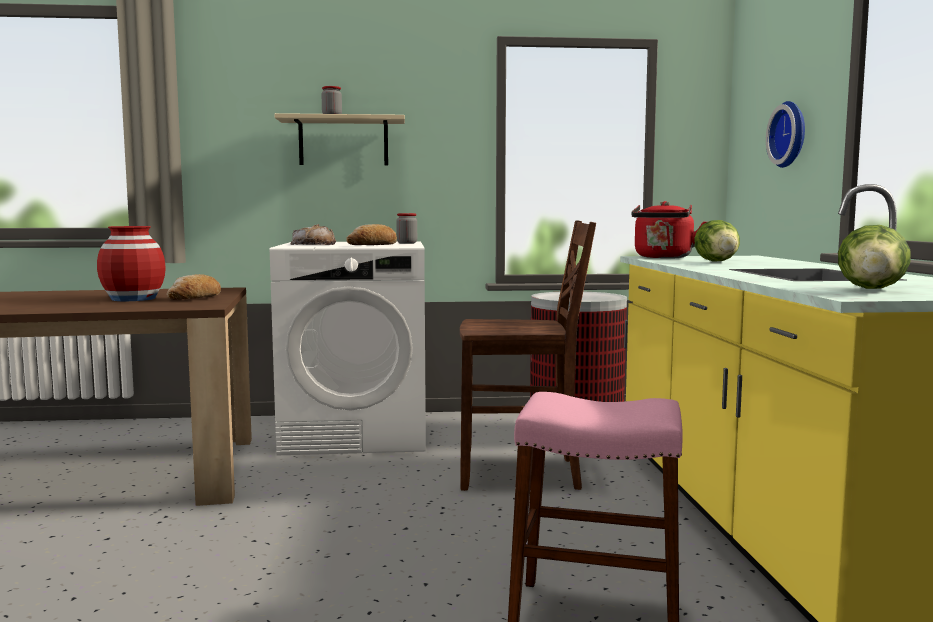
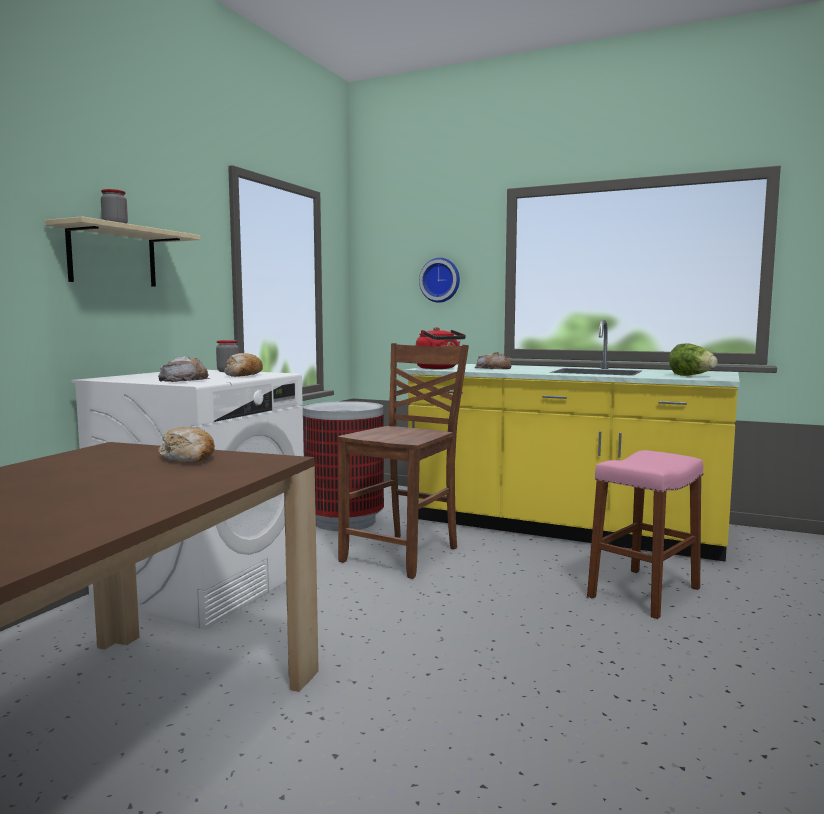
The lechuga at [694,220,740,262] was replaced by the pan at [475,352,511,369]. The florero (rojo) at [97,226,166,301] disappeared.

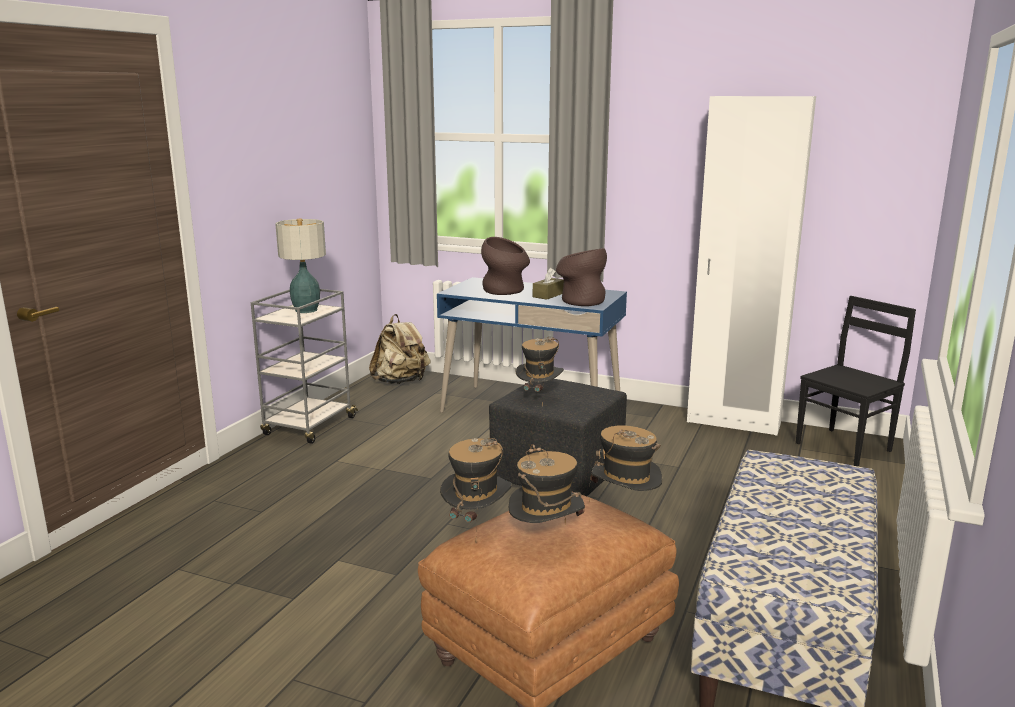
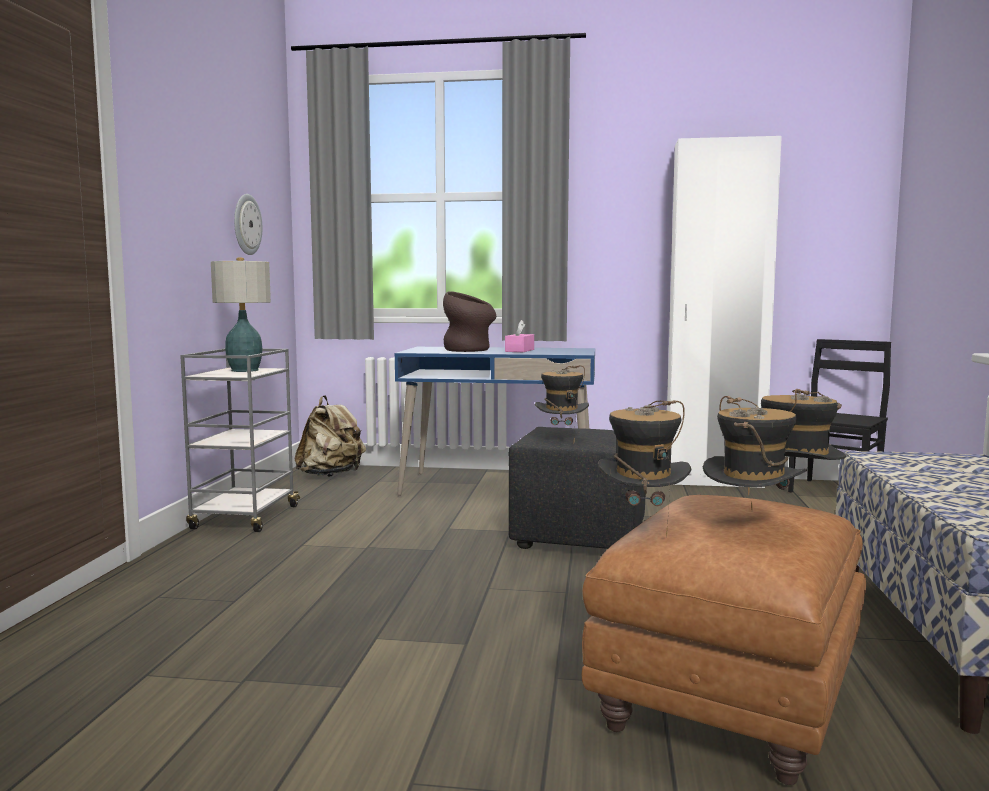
The reloj de pared at [234,194,262,255] appeared. The caja de pañuelos (marrón) at [533,268,564,300] became the caja de pañuelos (rosa) at [505,320,534,352]. The florero (marrón) at [556,248,607,306] disappeared.

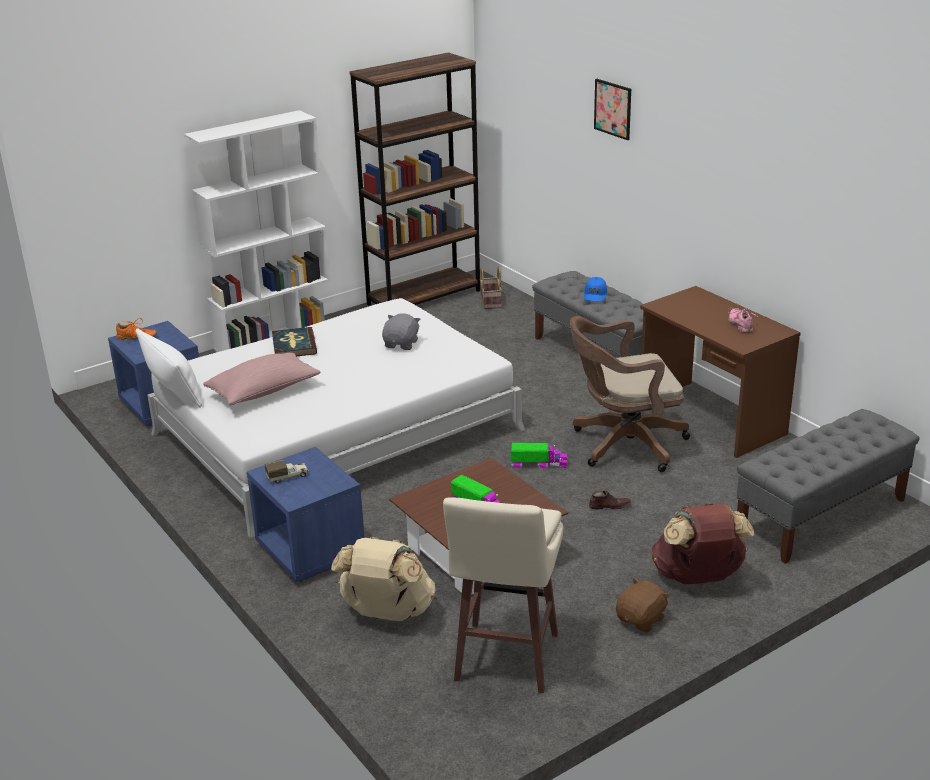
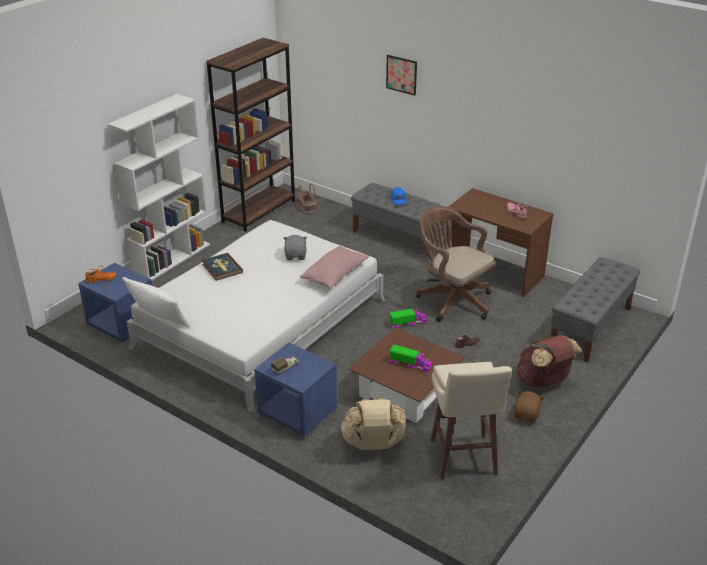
The cojín (rosa) moved from [203,353,320,405] to [300,246,369,289]. The silla de oficina (marrón) at [570,316,690,472] turned 75 degrees clockwise.

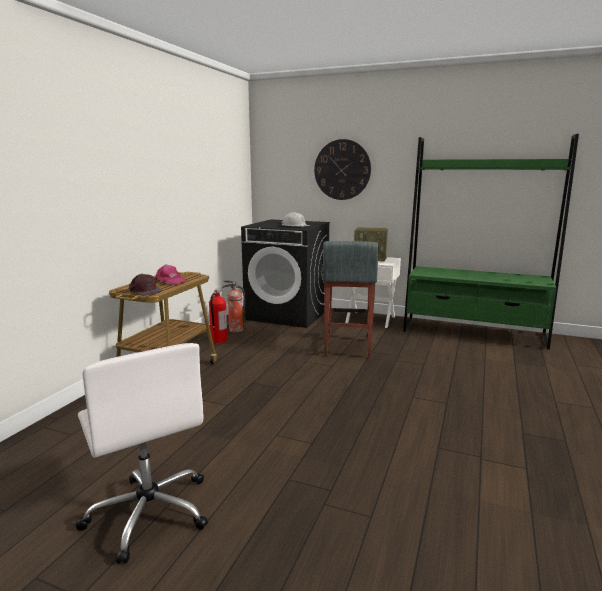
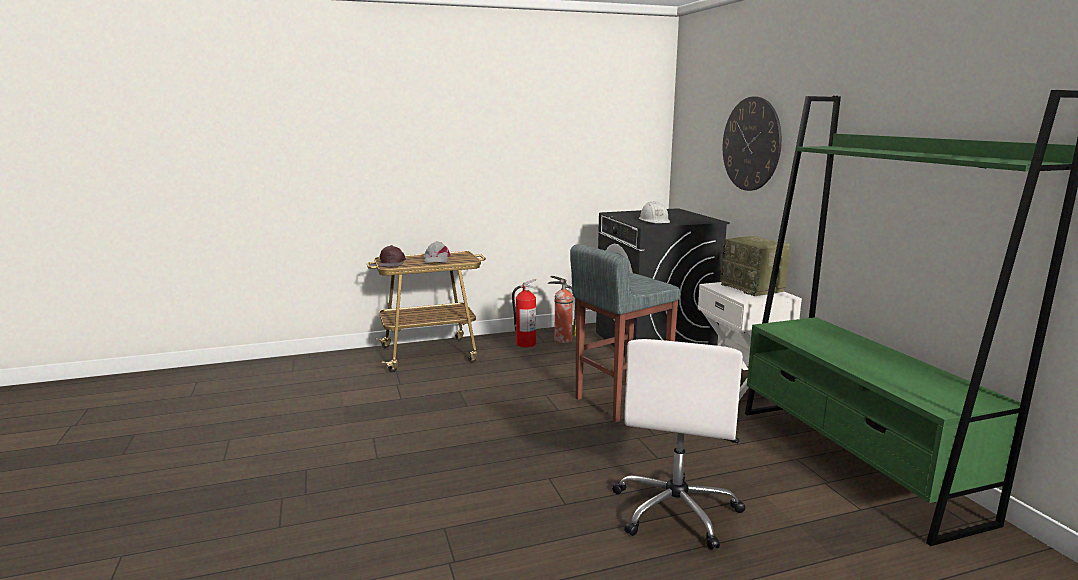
The gorra (rosa) at [155,264,186,285] became the gorra (gris) at [424,241,451,263]. The silla de oficina (blanco) moved from [76,343,208,564] to [612,339,745,550].

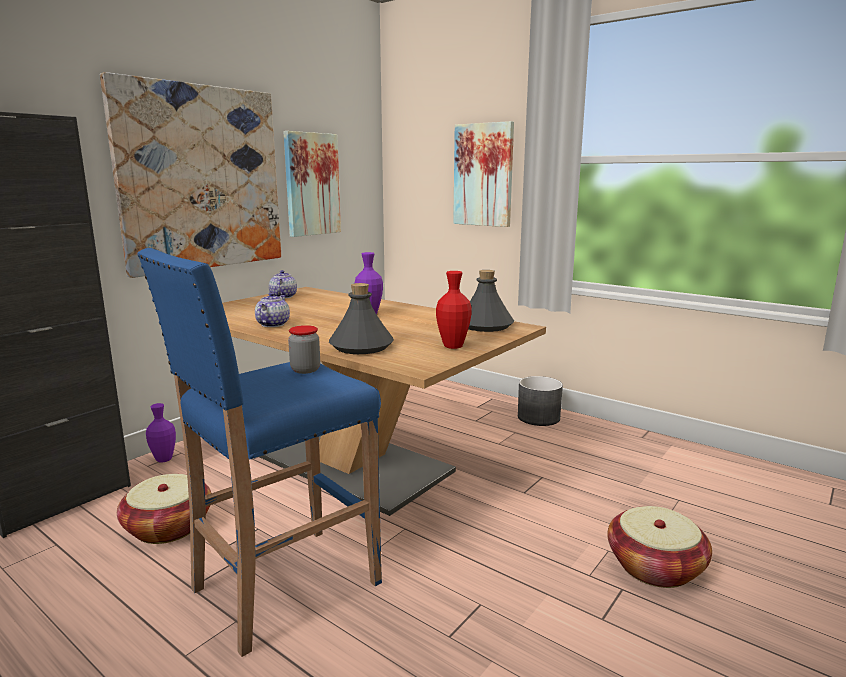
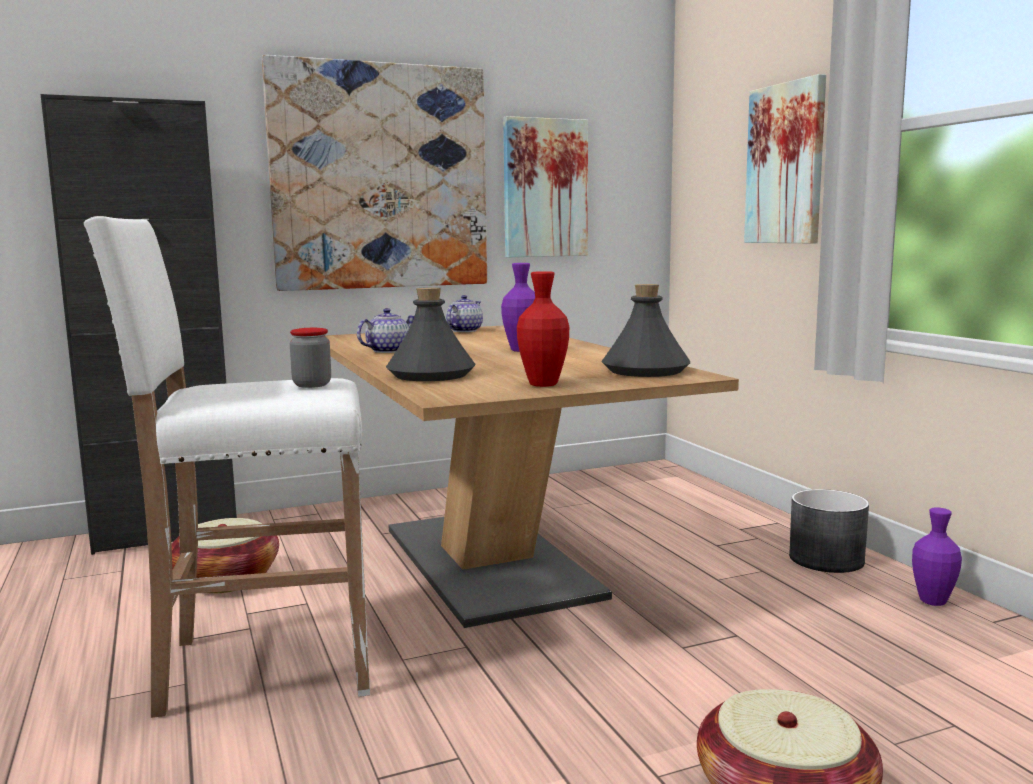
The taburete (azul) at [137,248,382,657] became the taburete (blanco) at [84,216,370,718]. The florero (morado) moved from [146,403,176,463] to [912,508,962,606].

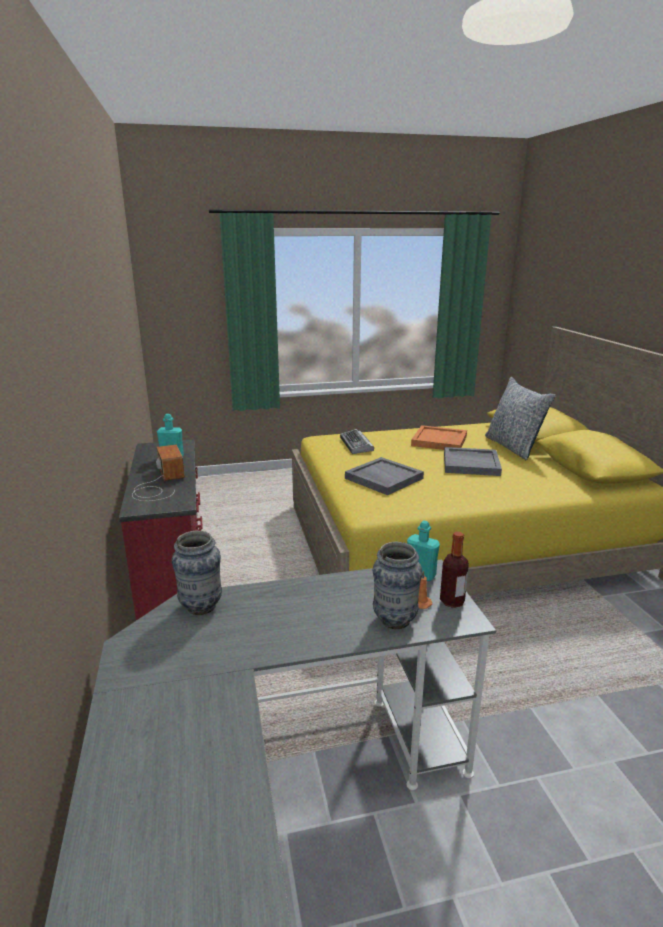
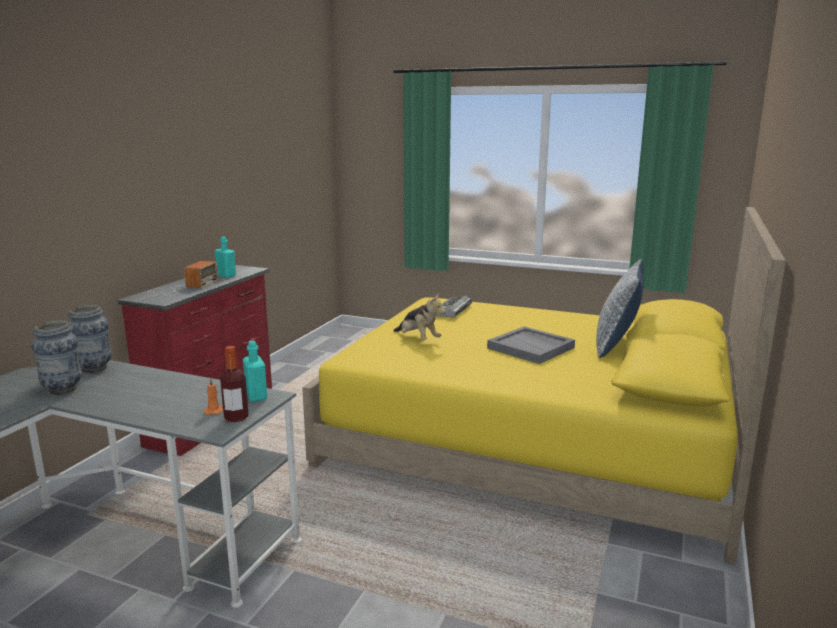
The florero moved from [372,541,423,629] to [31,321,82,395]. The bandeja (gris) at [345,457,424,495] was replaced by the peluche at [394,293,446,340]. The bandeja (naranja) at [411,425,467,450] disappeared.

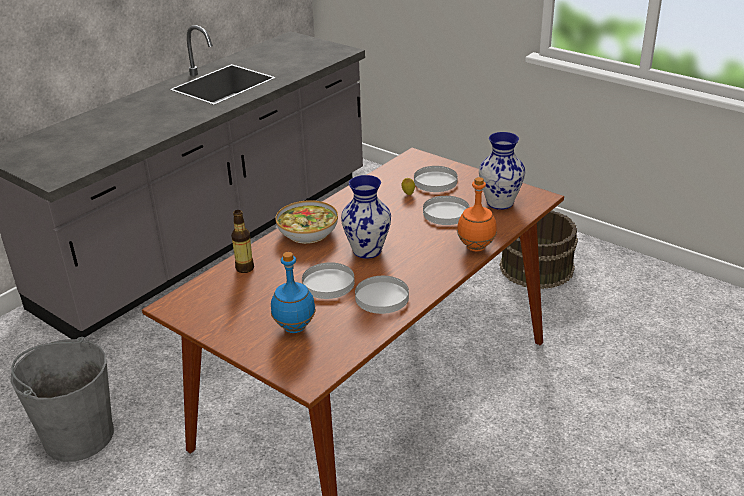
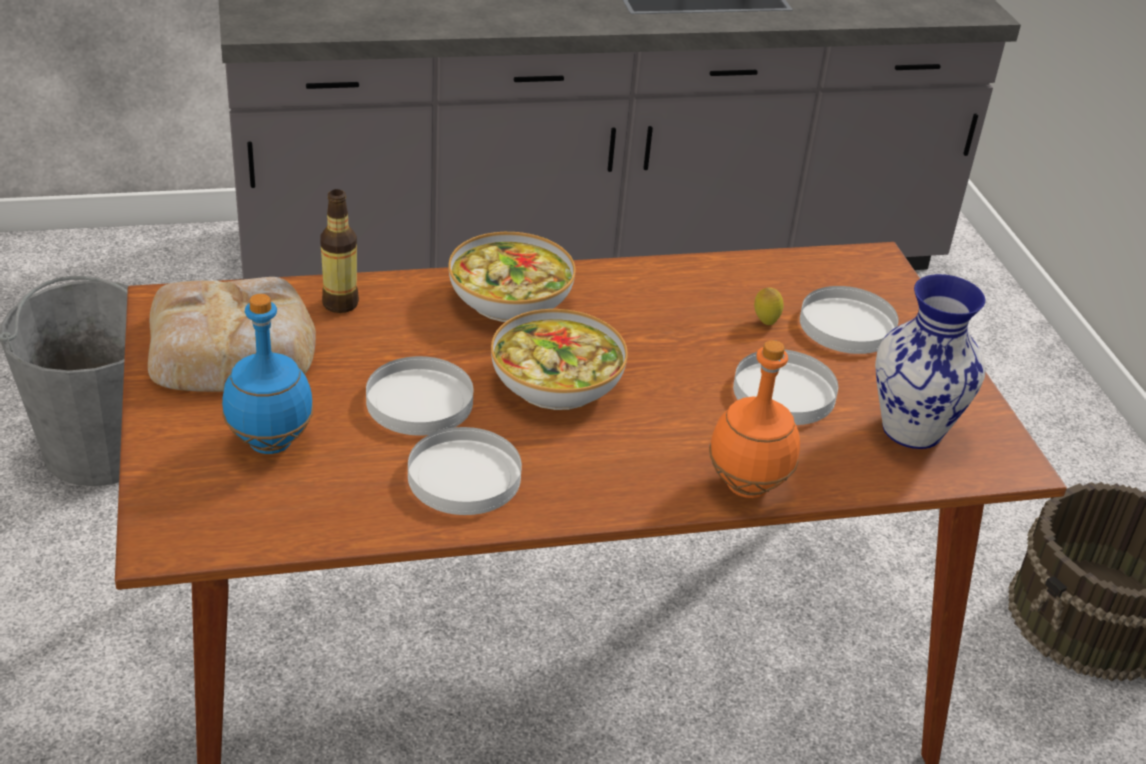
The pan at [148,277,316,392] appeared. The florero at [341,175,391,259] was replaced by the cuenco at [491,309,628,410].

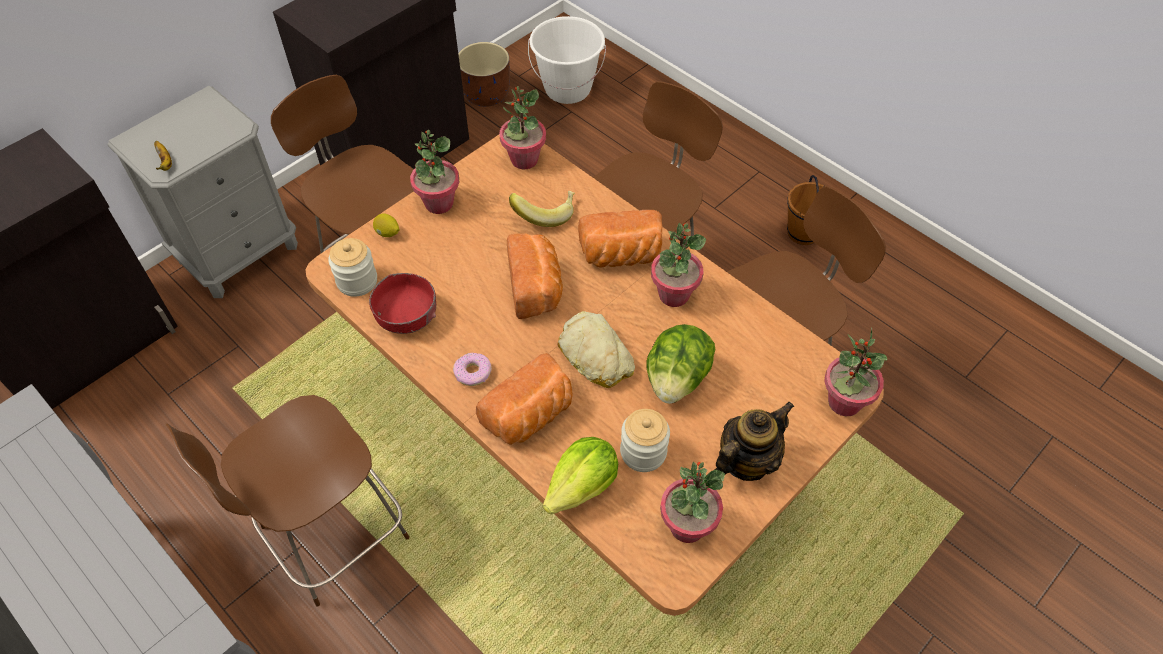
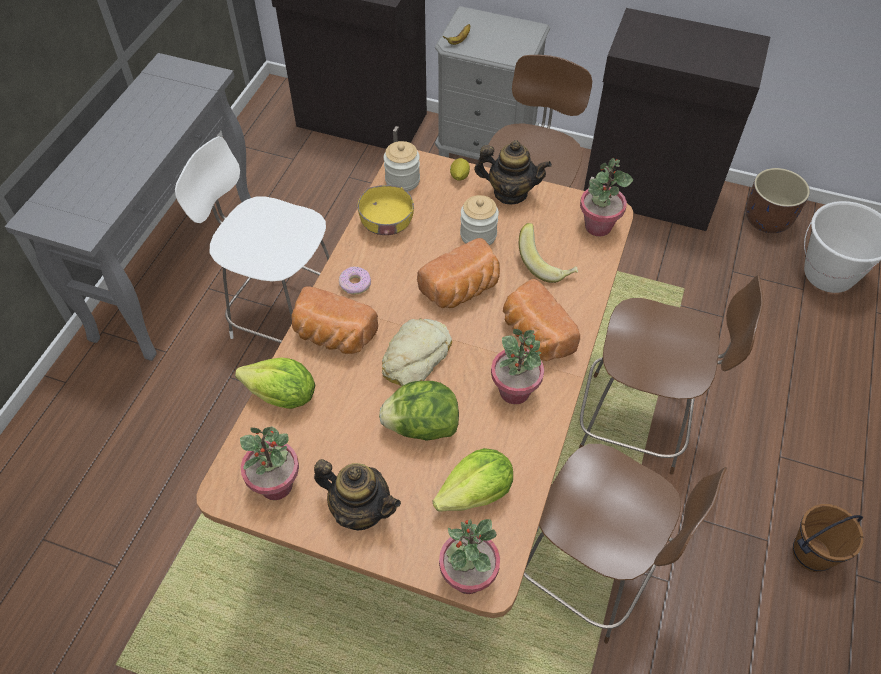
The silla (marrón) at [165,395,410,606] became the silla (blanco) at [175,136,330,343]. The cuenco (rojo) at [369,273,436,334] became the cuenco (amarillo) at [358,185,414,235]. The lechuga at [432,448,513,512] appeared. The tarro moved from [620,409,670,472] to [460,195,499,246]. The planta en maceta at [410,130,459,214] was replaced by the tetera at [474,140,552,204].

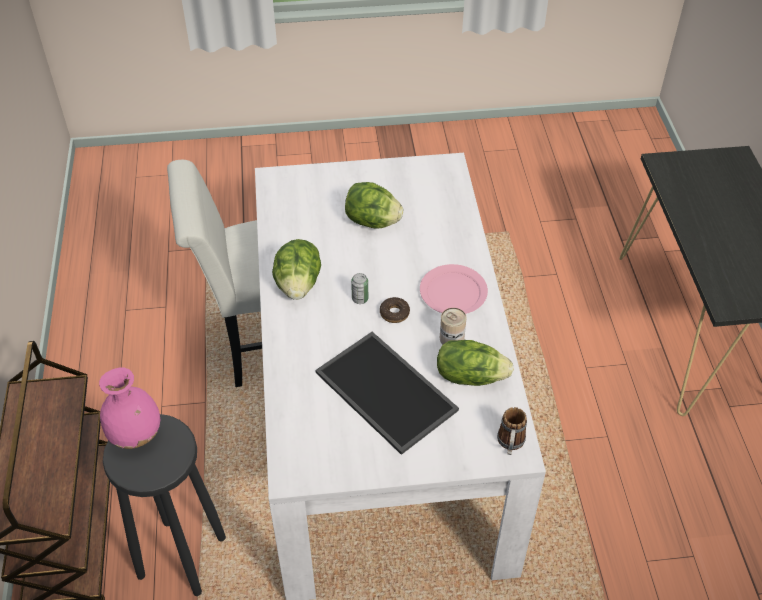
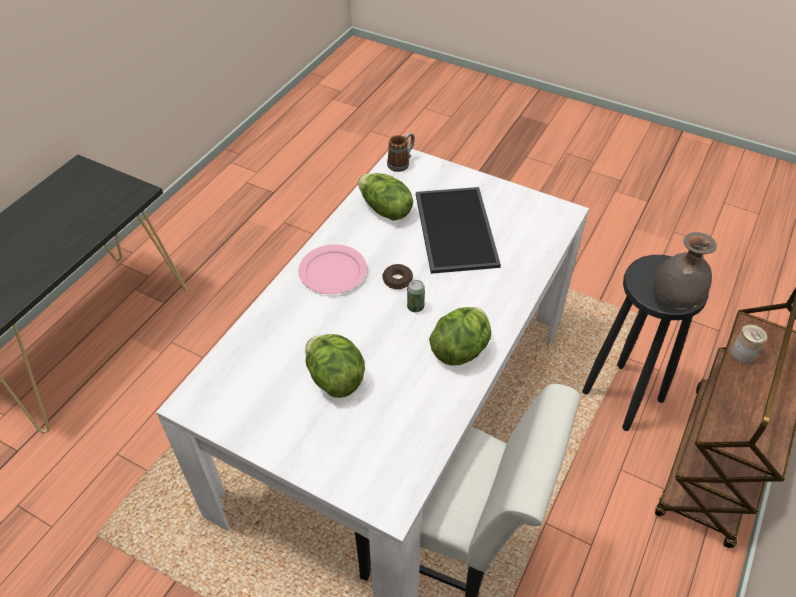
The florero (rosa) at [99,367,161,449] became the florero (gris) at [653,232,717,310]. The lata moved from [440,308,467,345] to [731,325,767,364].

